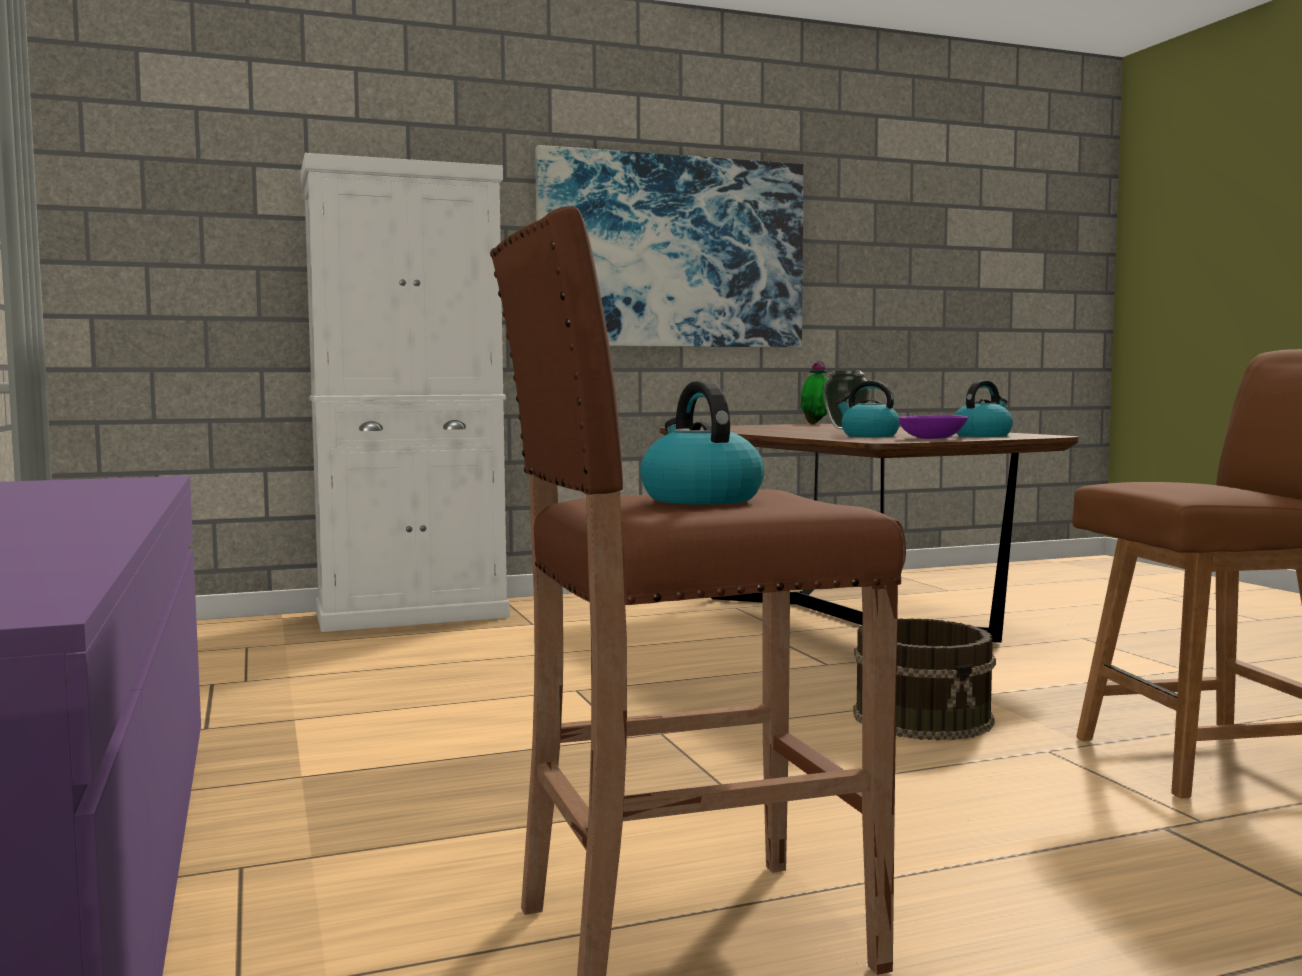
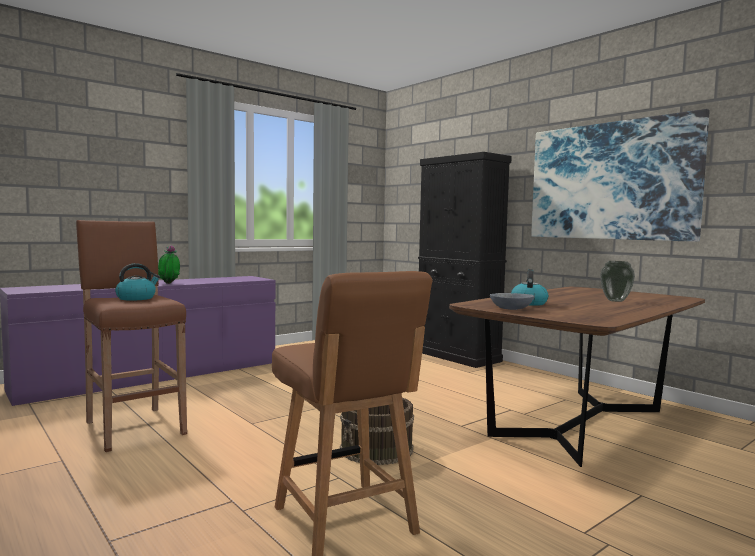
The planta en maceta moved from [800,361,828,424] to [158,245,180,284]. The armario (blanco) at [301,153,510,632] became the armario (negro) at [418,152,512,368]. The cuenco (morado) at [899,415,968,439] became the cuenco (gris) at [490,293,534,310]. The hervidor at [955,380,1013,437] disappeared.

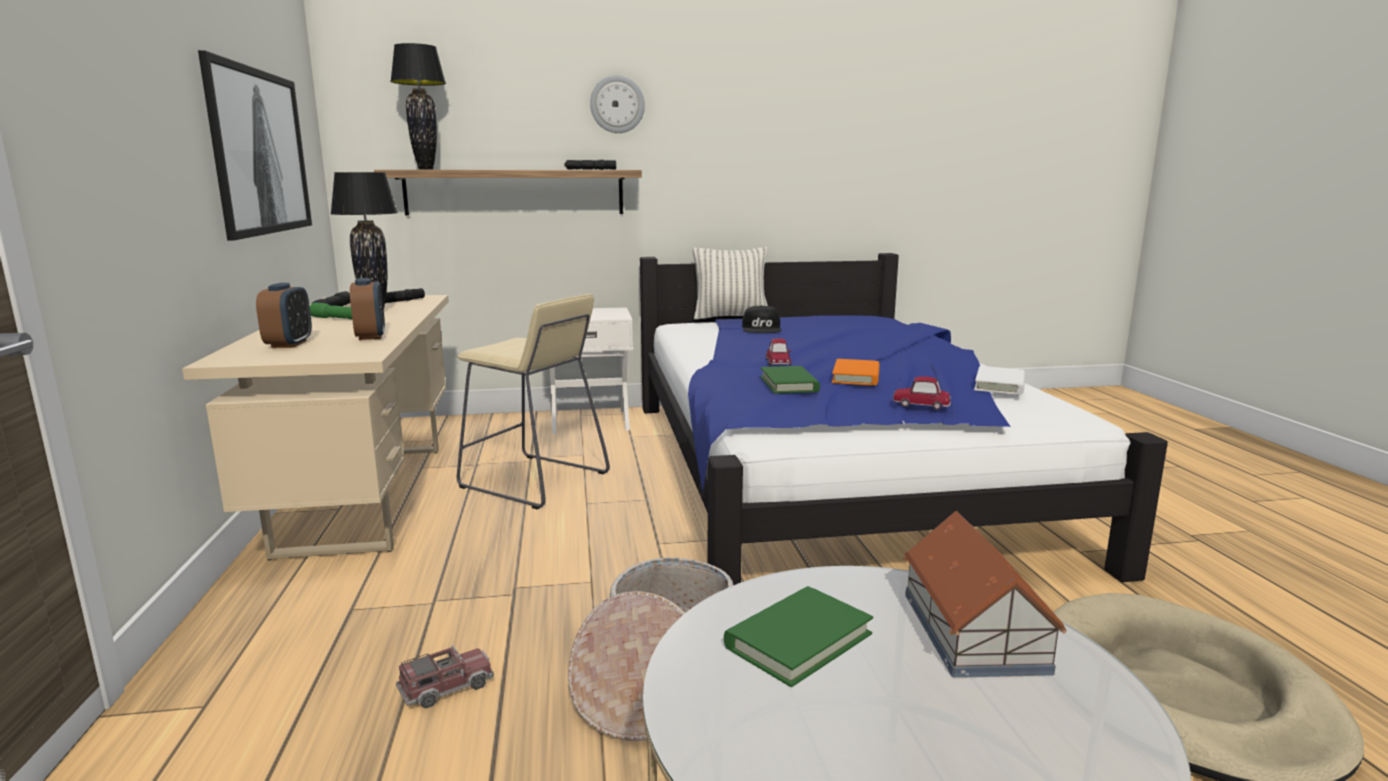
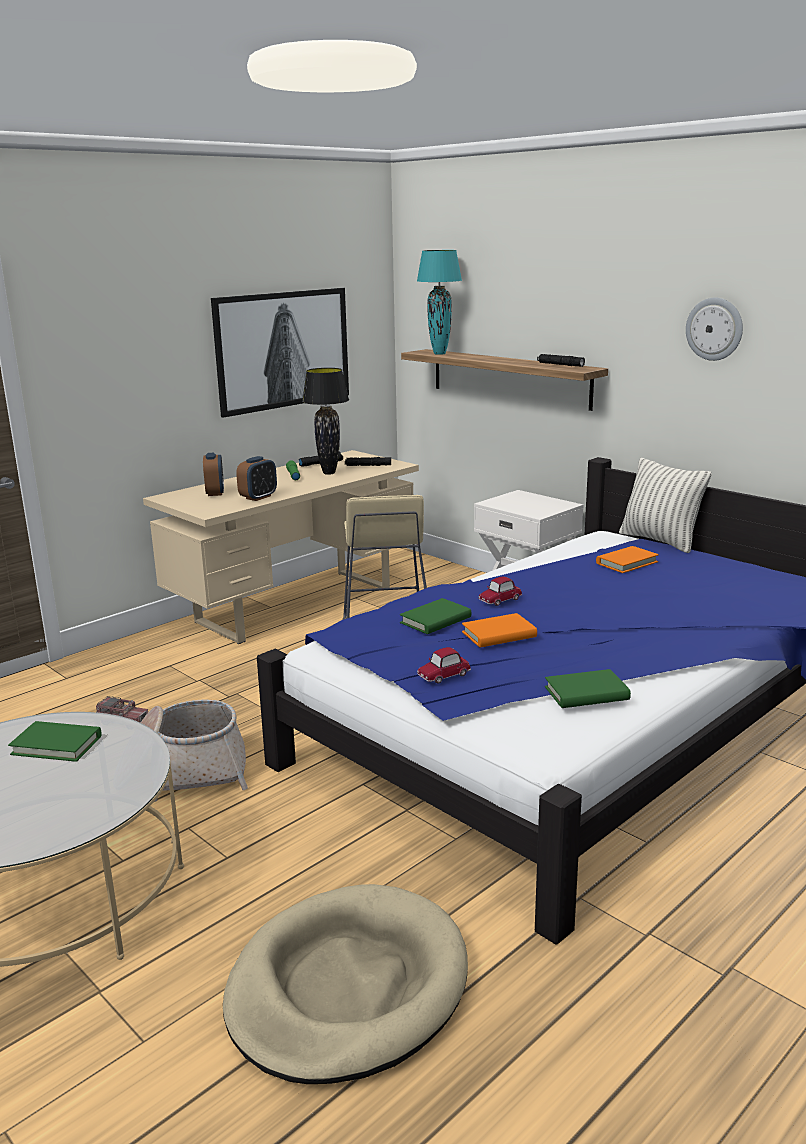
The despertador at [256,283,312,348] turned 60 degrees counterclockwise. The lámpara de mesa (negro) at [390,43,446,170] became the lámpara de mesa (turquesa) at [417,250,462,355]. The coche de juguete at [893,376,951,410] turned 105 degrees counterclockwise. The libro (blanco) at [974,366,1025,395] became the libro (verde) at [545,669,631,708]. The gorra (negro) at [742,305,781,333] was replaced by the libro (naranja) at [596,546,659,573]. The reloj de pared moved from [590,75,645,133] to [686,298,743,361]. The casita at [903,511,1067,678] disappeared.

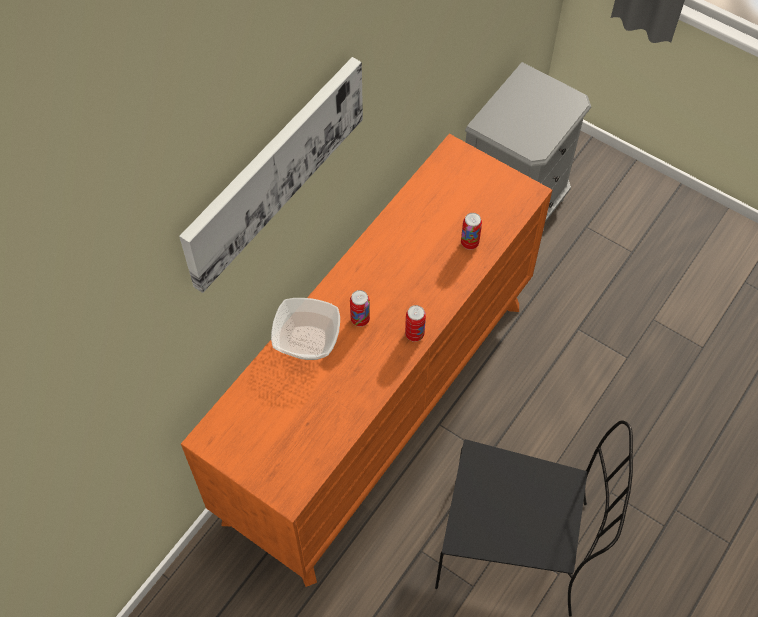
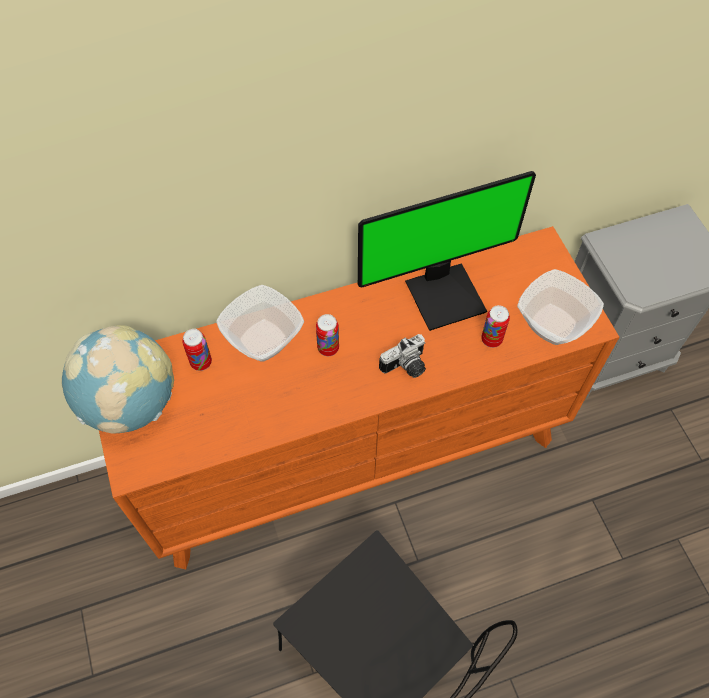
The globo terráqueo at [61,325,174,433] appeared. The lata moved from [405,305,426,342] to [182,329,212,371]. The monitor at [358,171,536,331] appeared. The cámara at [379,334,426,378] appeared. The cuenco at [517,269,604,345] appeared. The cuadro at [179,57,363,293] disappeared.

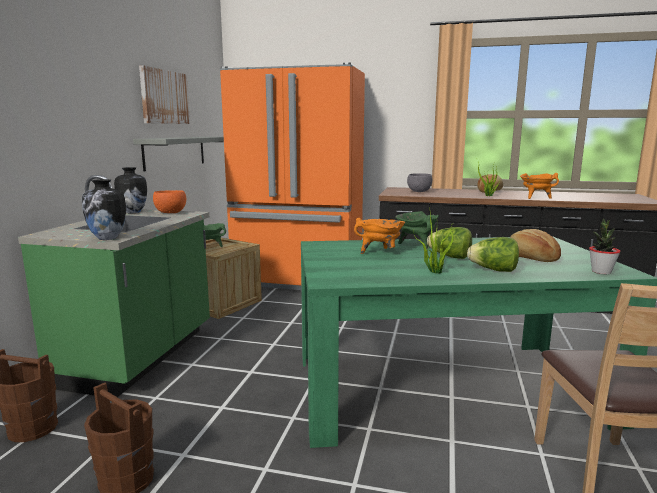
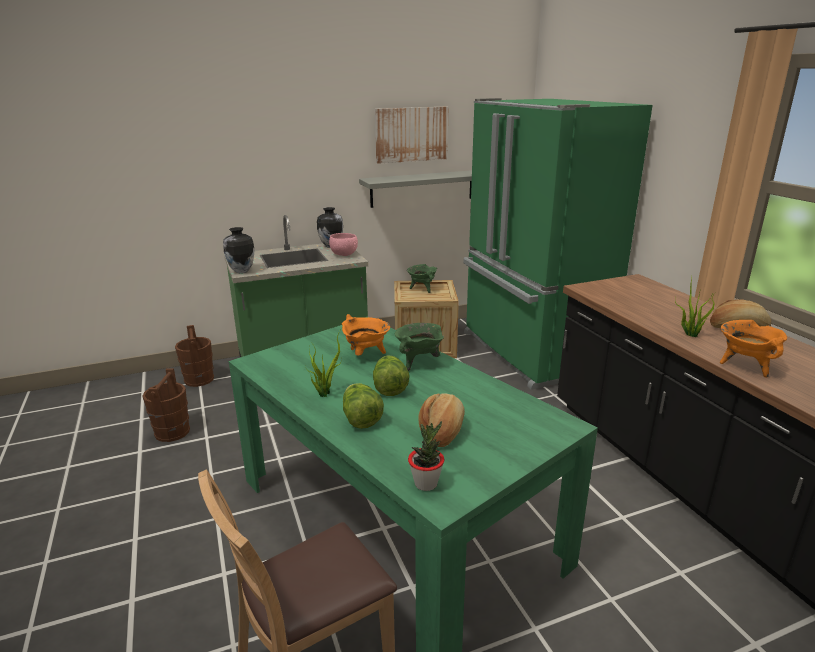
The cuenco (naranja) at [153,190,186,213] became the cuenco (rosa) at [329,233,358,256]. The nevera (naranja) at [220,62,365,290] became the nevera (verde) at [463,98,653,390]. The cuenco (gris) at [407,173,432,192] disappeared.

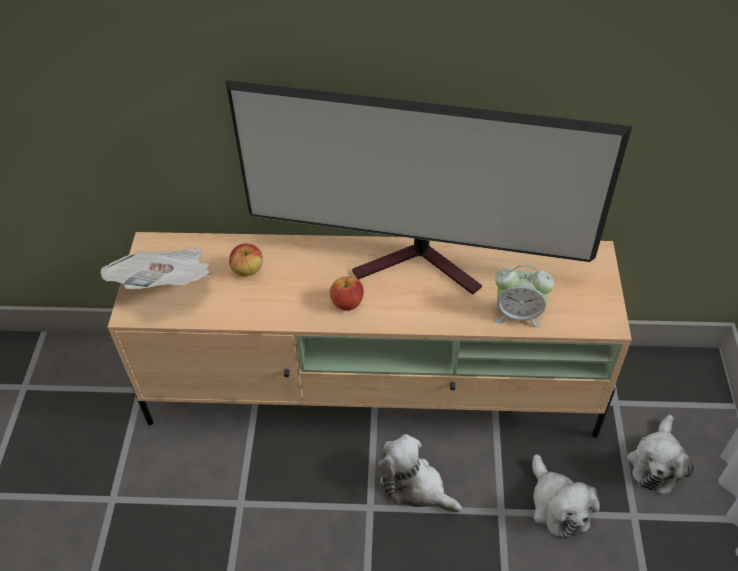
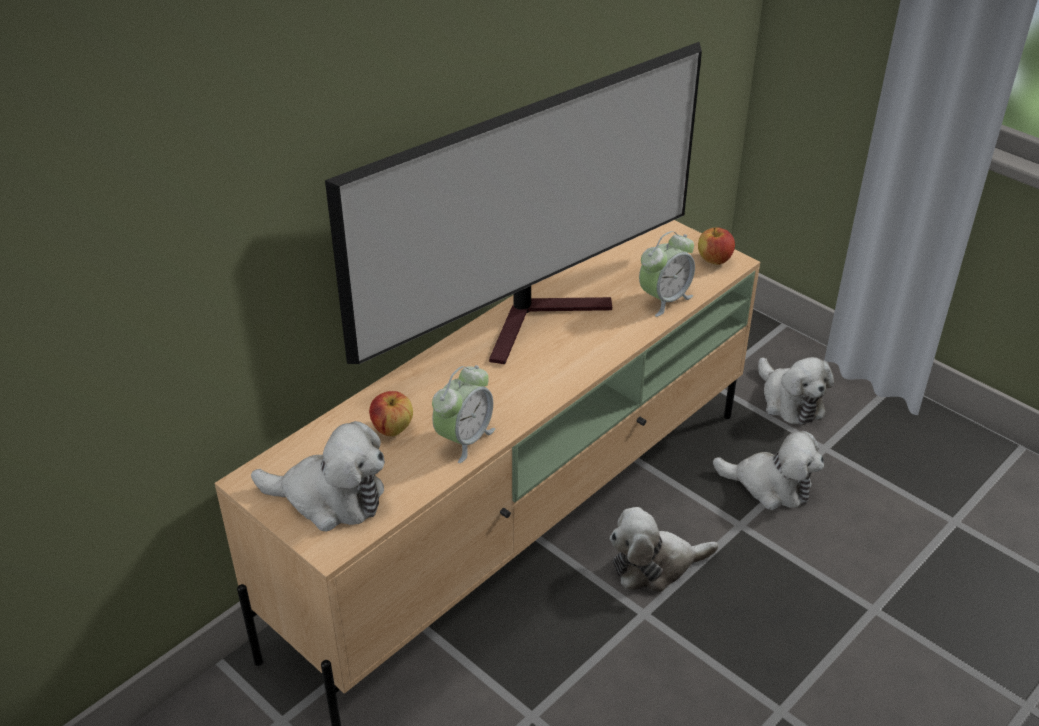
The periódico at [100,248,211,289] was replaced by the peluche at [251,421,385,531]. The despertador at [432,365,495,463] appeared. The manzana moved from [330,276,364,311] to [698,227,735,265].

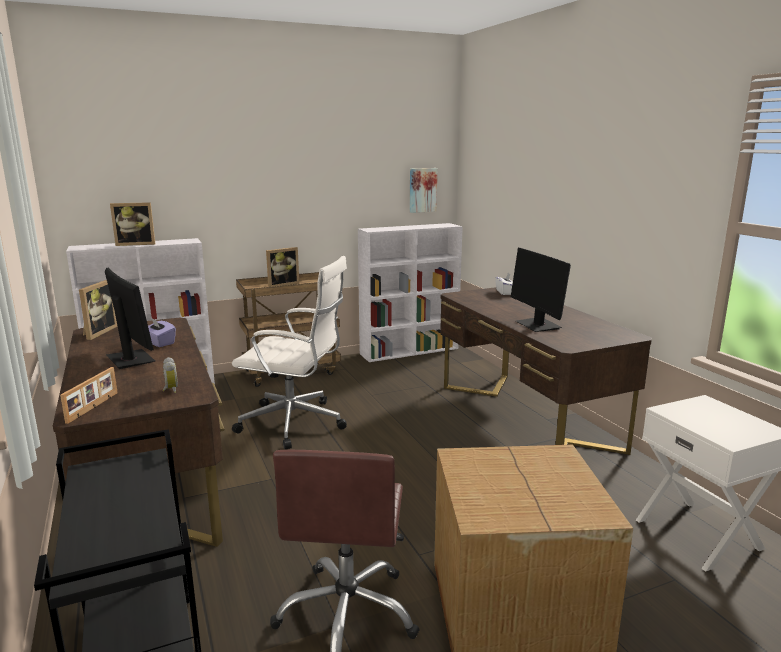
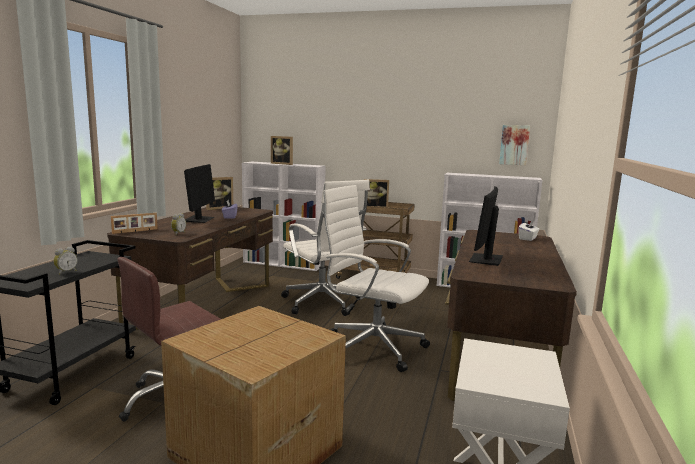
The despertador at [54,246,78,275] appeared. The silla de oficina (blanco) at [321,185,430,372] appeared.

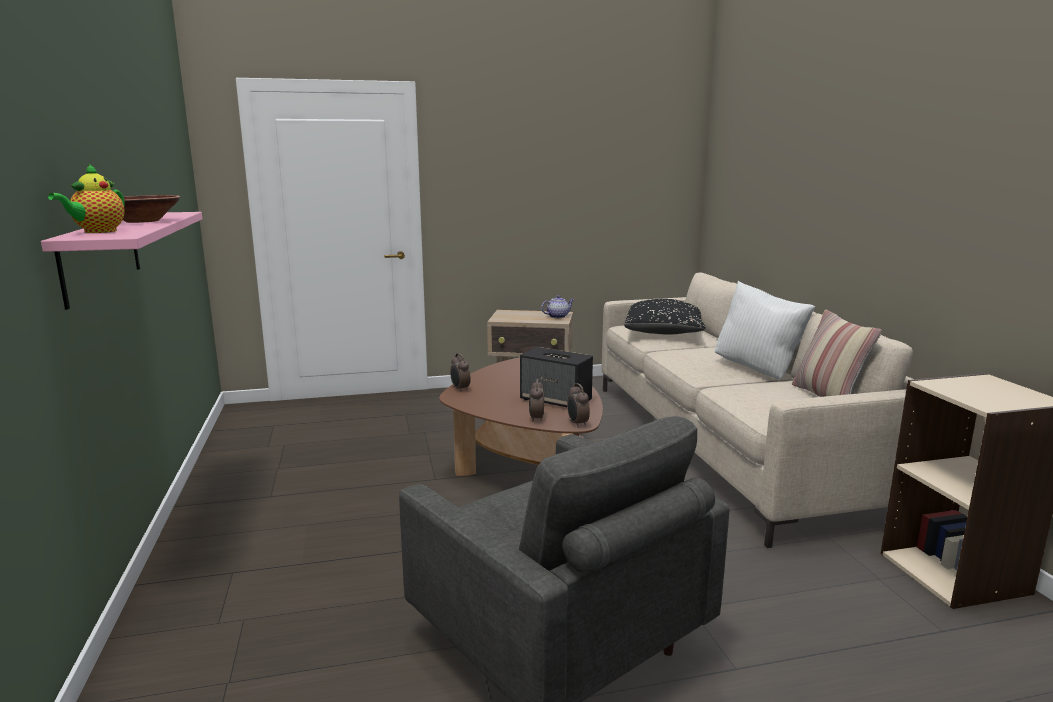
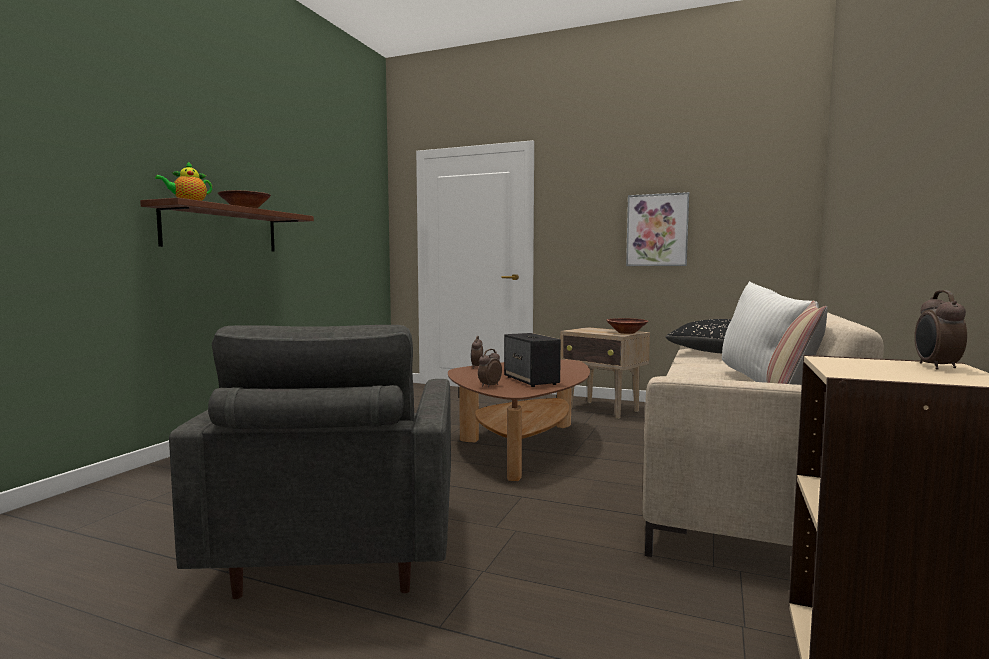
The estante (rosa) at [41,212,202,310] became the estante (marrón) at [140,198,314,252]. The tetera at [541,295,574,318] was replaced by the cuenco (marrón) at [607,318,648,334]. The cuadro at [626,192,689,266] appeared. The despertador moved from [567,383,590,428] to [915,290,967,370].

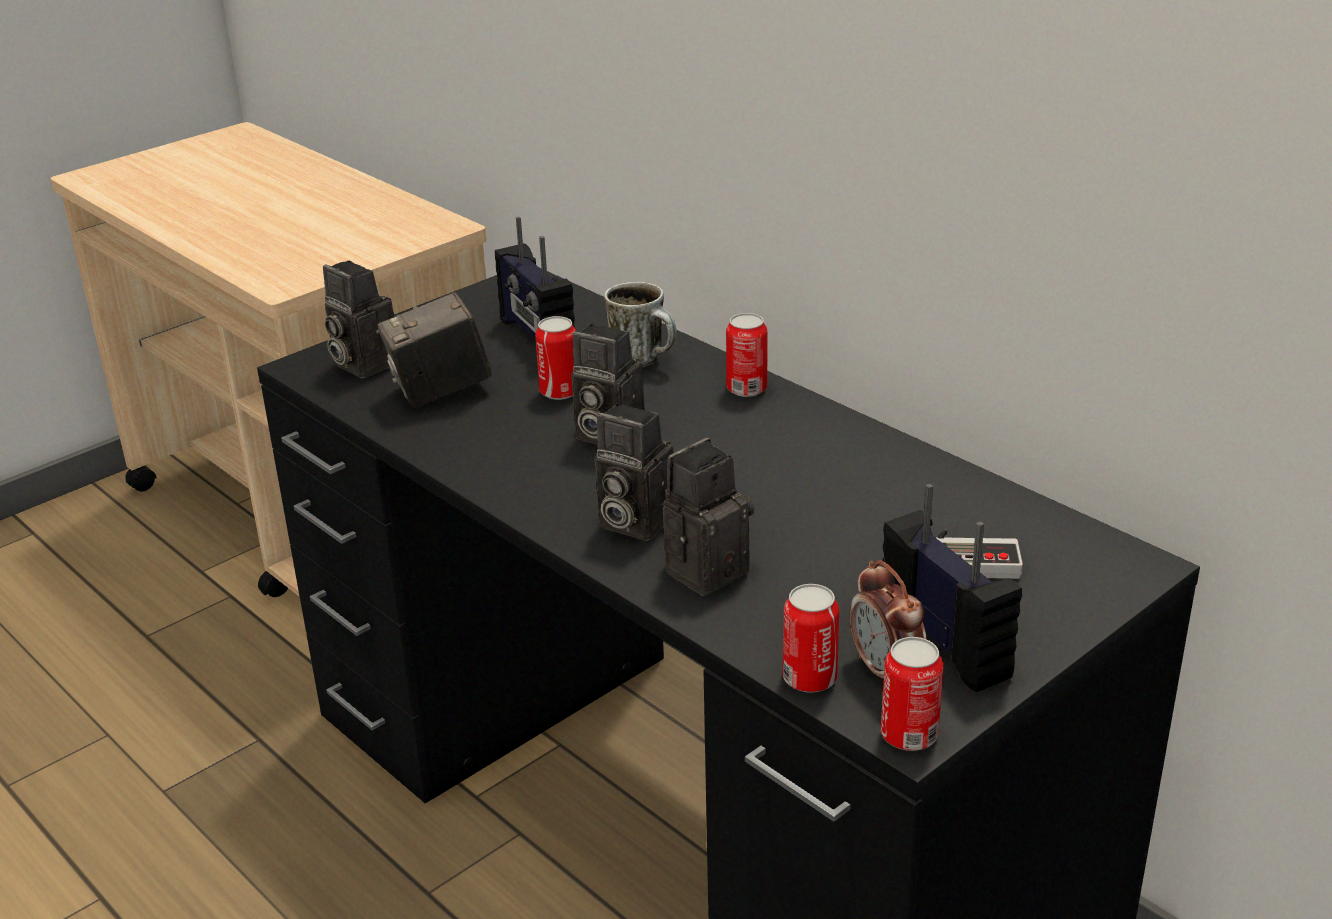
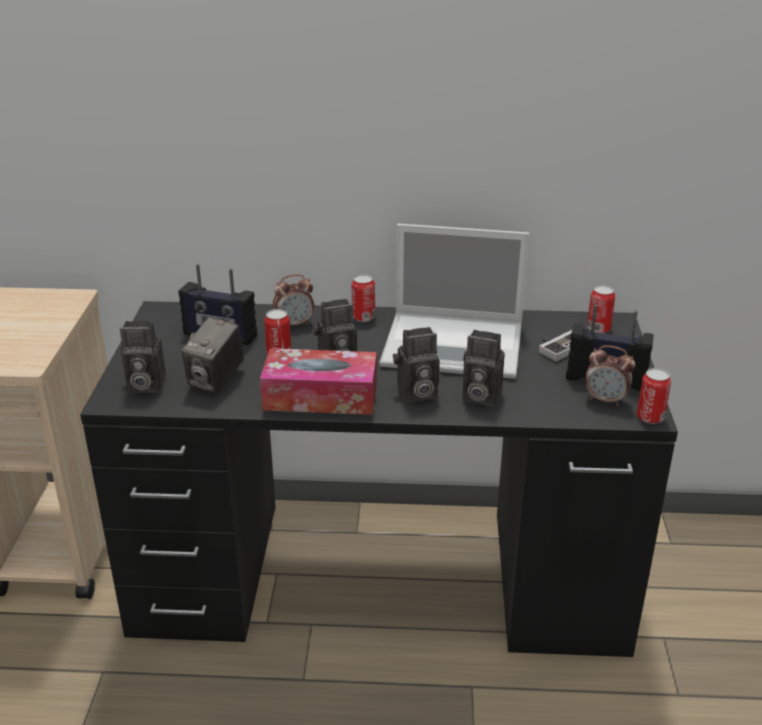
The caja de pañuelos at [260,348,377,415] appeared. The taza grande at [604,282,677,368] was replaced by the despertador at [273,274,314,325]. The portátil at [379,224,529,379] appeared. The cámara at [663,438,754,596] turned 75 degrees counterclockwise. The lata moved from [783,584,839,693] to [587,285,615,333].

